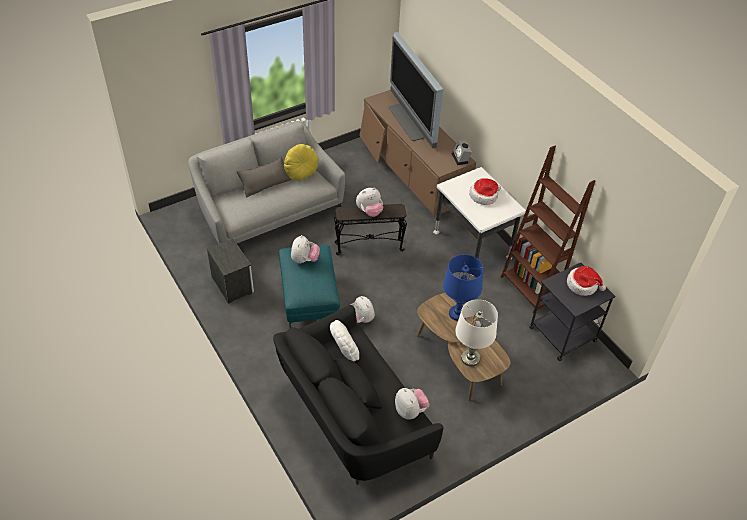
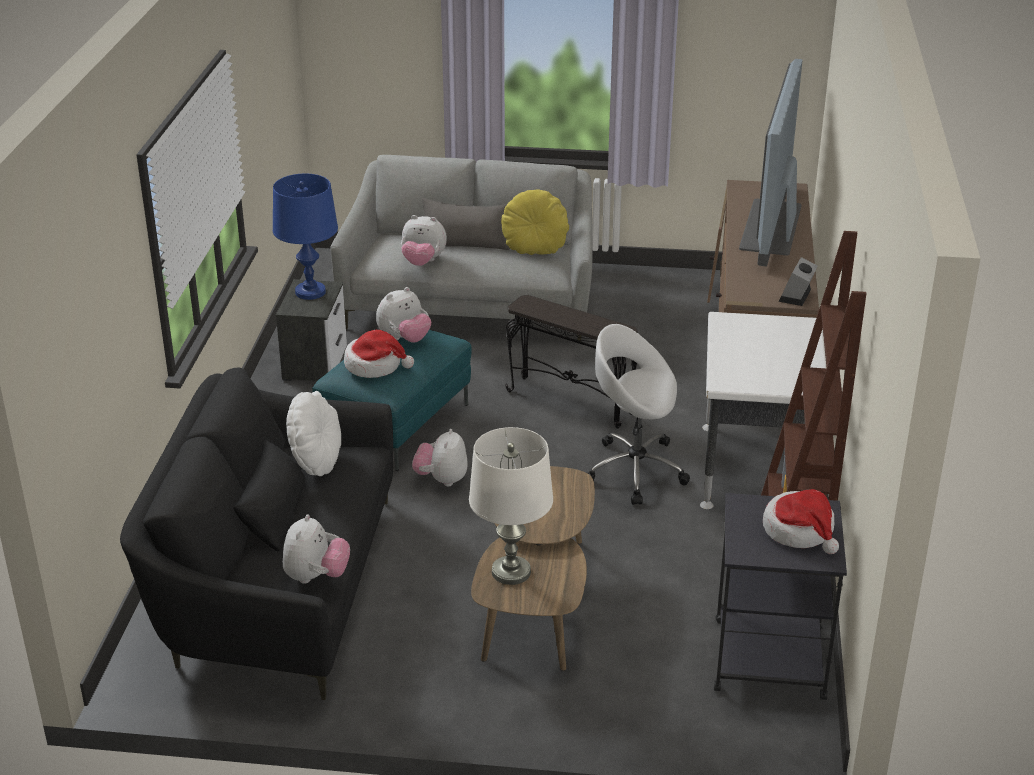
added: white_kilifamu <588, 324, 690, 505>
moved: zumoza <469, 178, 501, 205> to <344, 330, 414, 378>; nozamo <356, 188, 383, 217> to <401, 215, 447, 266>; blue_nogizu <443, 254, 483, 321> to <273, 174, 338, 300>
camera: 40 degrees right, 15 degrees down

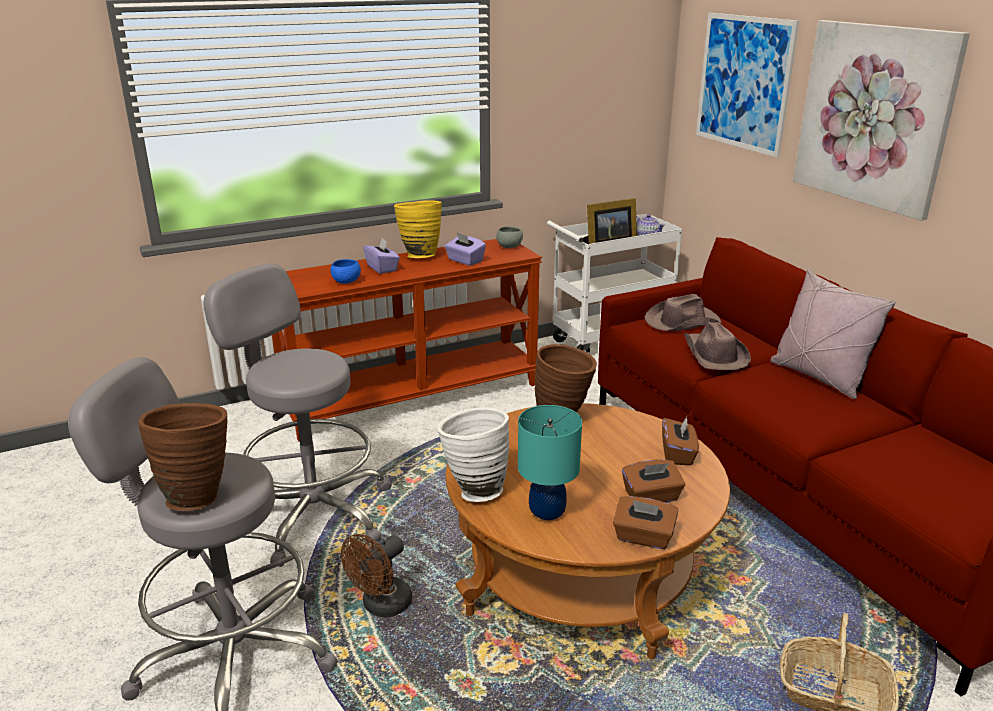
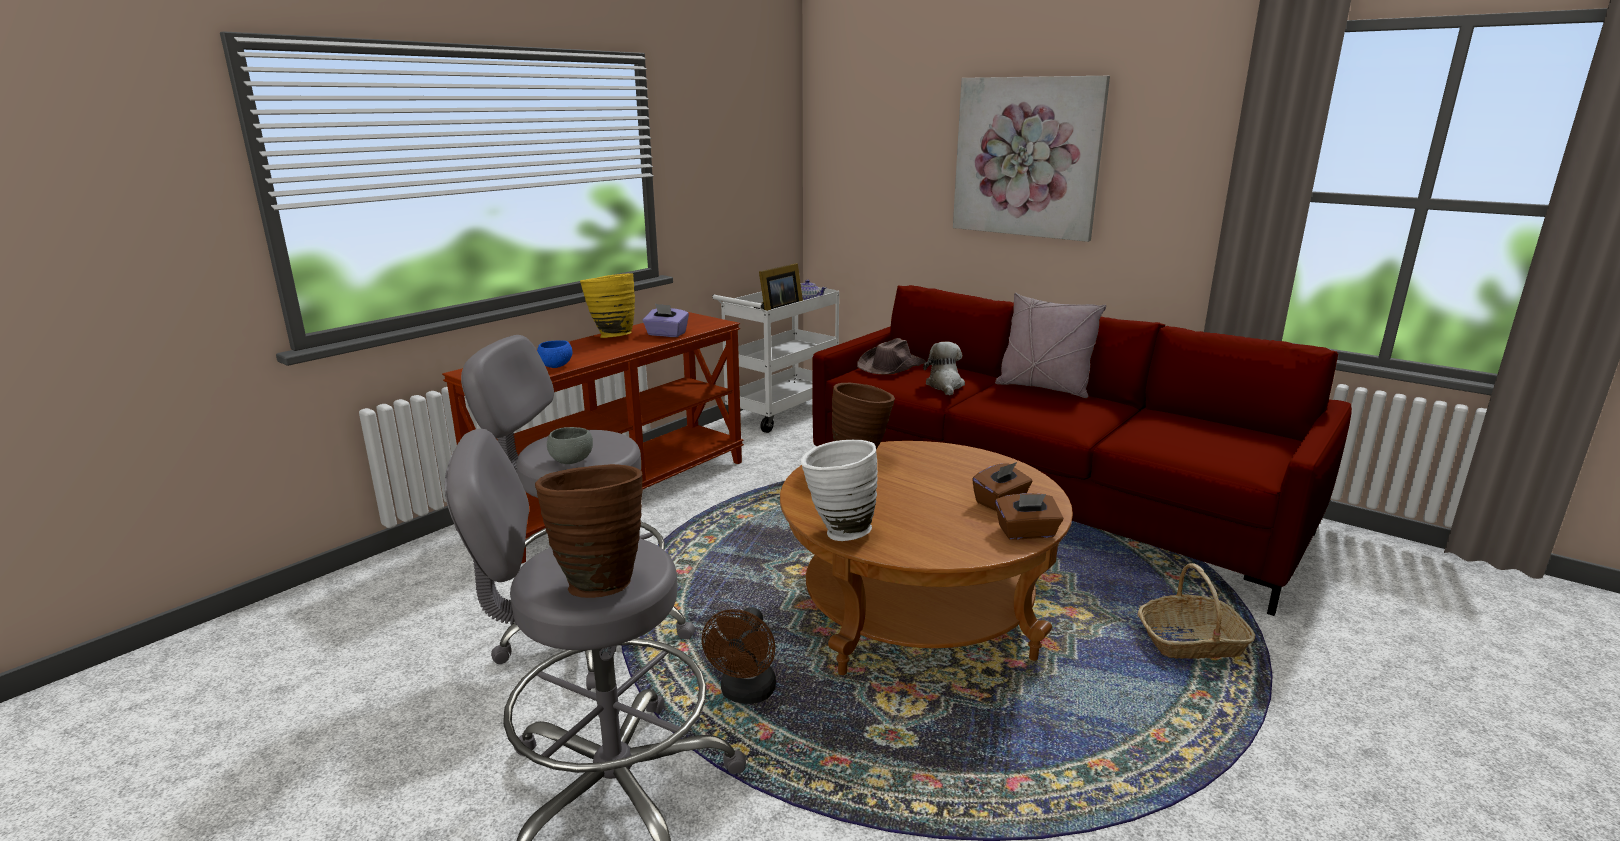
removed: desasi <696, 13, 799, 158>; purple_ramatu <363, 238, 400, 274>; turquoise_nogizu <518, 405, 582, 520>; brown_ramatu <662, 416, 699, 465>
moved: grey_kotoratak <496, 226, 523, 248> to <547, 427, 593, 464>
replaced: brown_zumoza <684, 322, 751, 370> to nozamo <923, 342, 965, 396>
camera: 25 degrees left, 5 degrees down

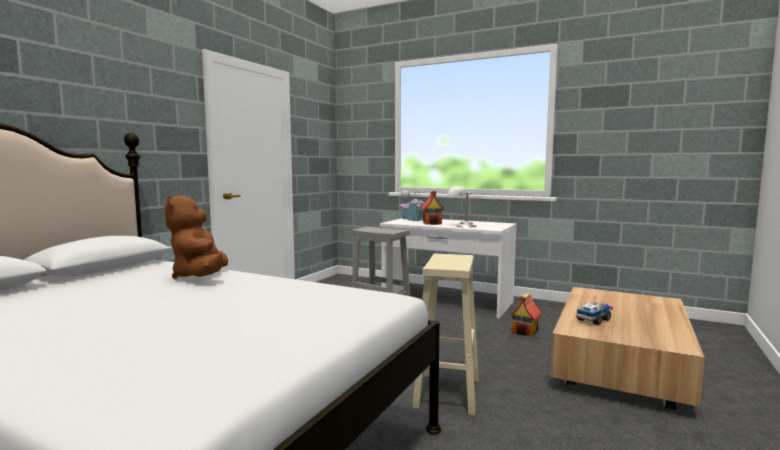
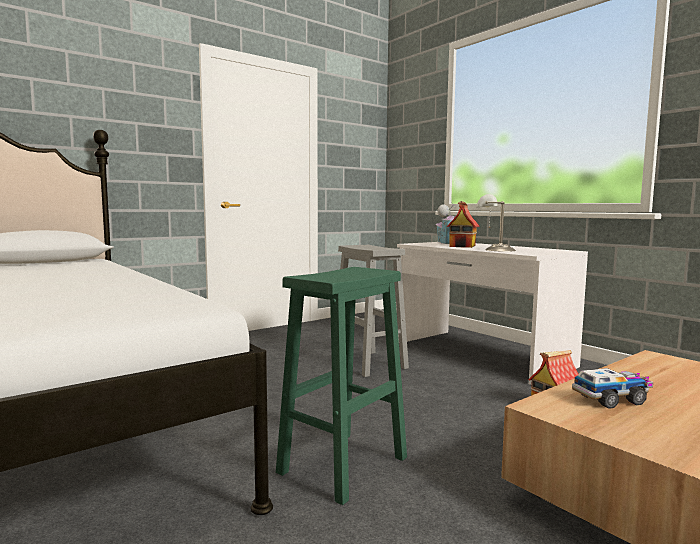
removed: brown_nozamo <164, 195, 228, 279>
recoloured: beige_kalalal <412, 254, 479, 416> to green_kalalal <276, 267, 407, 505>
camera: 25 degrees right, 0 degrees up

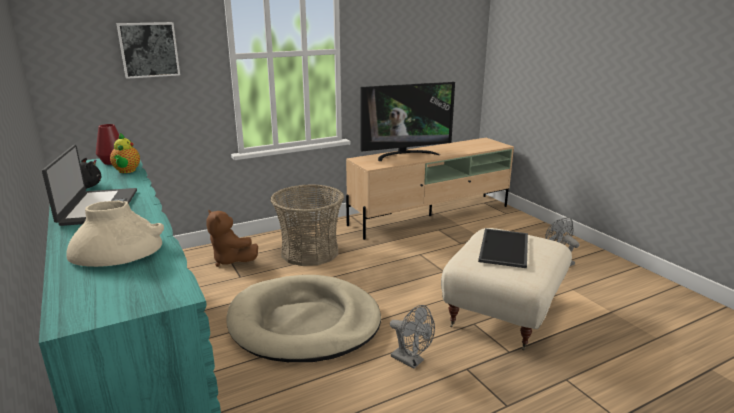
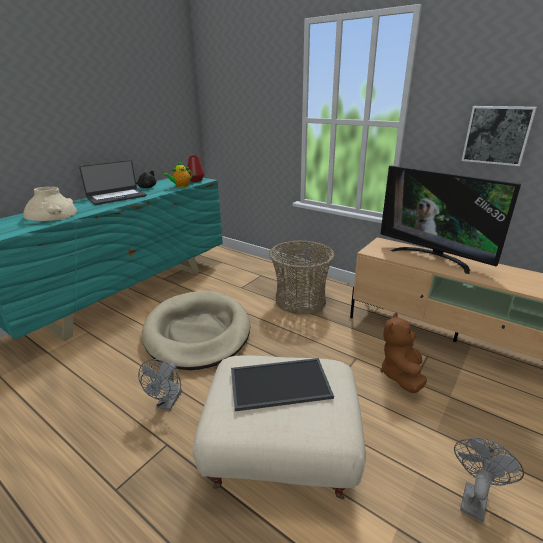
moved: desasi <116, 22, 180, 79> to <461, 106, 537, 166>; brown_nozamo <206, 210, 258, 267> to <380, 312, 427, 393>
camera: 65 degrees right, 5 degrees up

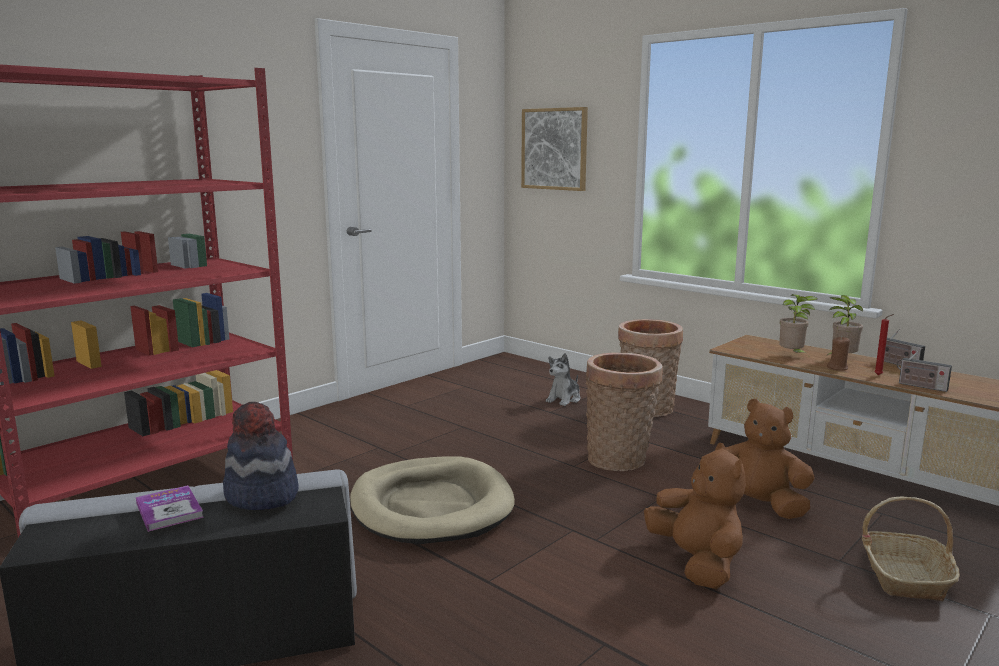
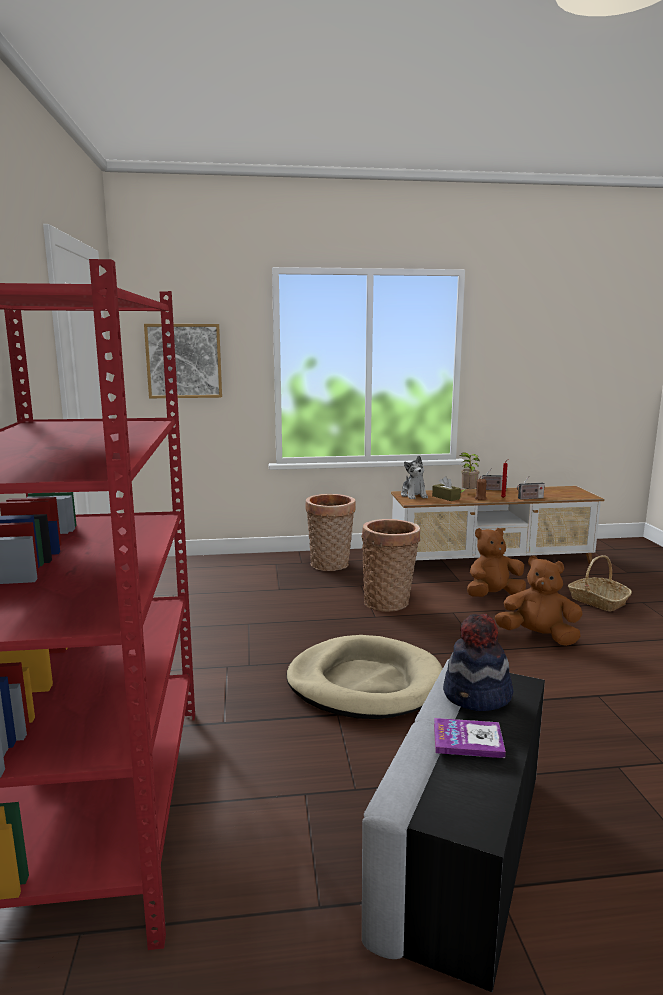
moved: nozamo <546, 353, 581, 406> to <401, 456, 428, 499>
replaced: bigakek <779, 294, 818, 355> to brown_ramatu <432, 476, 461, 501>
camera: 50 degrees left, 0 degrees up

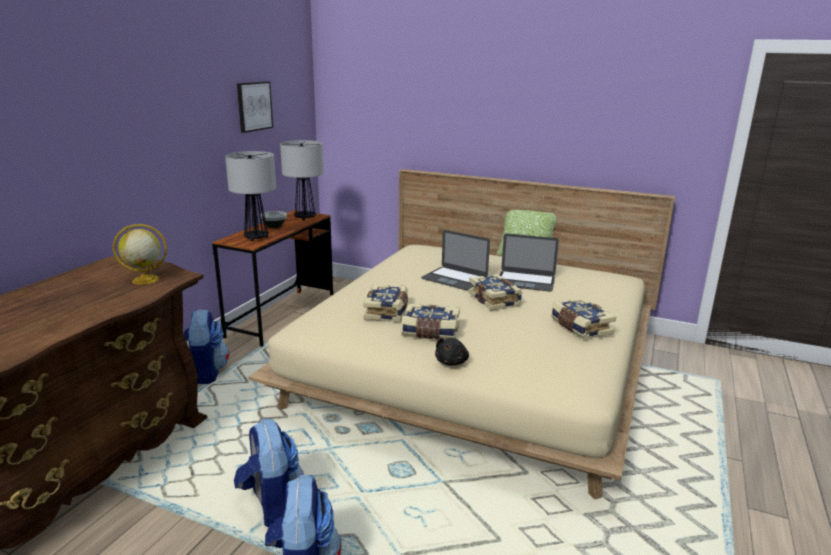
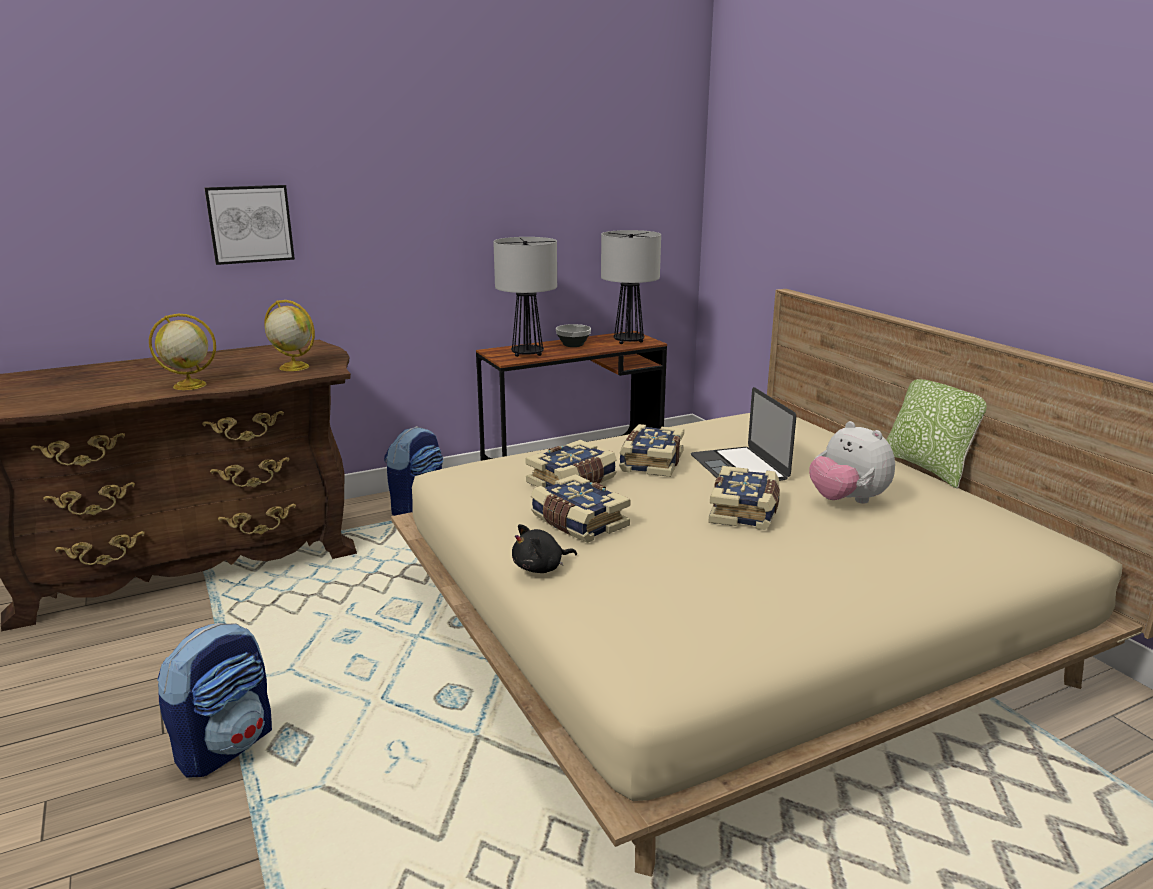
removed: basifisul <234, 419, 304, 527>
added: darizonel <149, 314, 216, 390>
moved: desasi <237, 81, 273, 133> to <205, 185, 295, 265>; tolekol <551, 297, 616, 340> to <619, 424, 684, 477>
replaced: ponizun <500, 234, 559, 292> to nozamo <809, 421, 895, 504>
camera: 40 degrees right, 0 degrees up

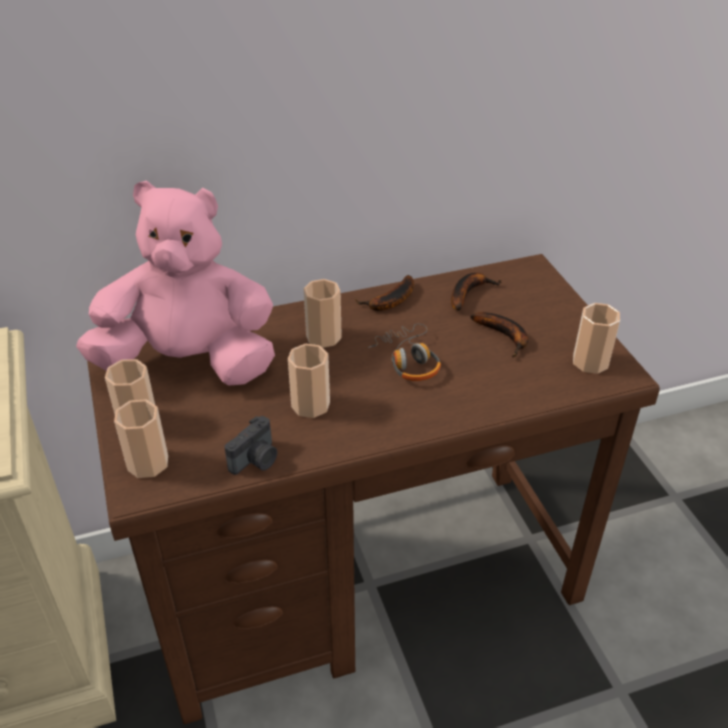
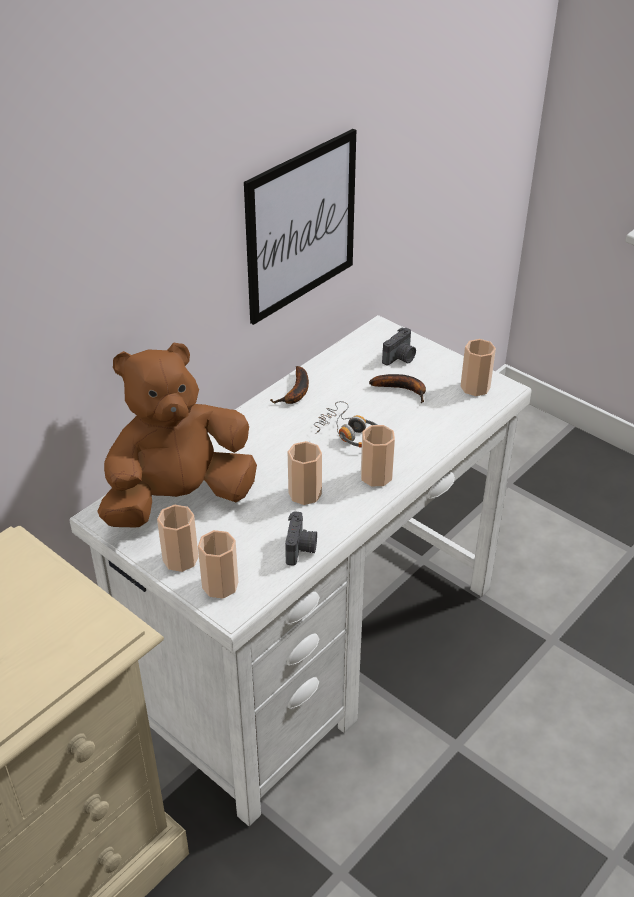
removed: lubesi <451, 272, 502, 311>
added: desasi <244, 129, 356, 325>; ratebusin <382, 328, 416, 365>
moved: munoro <304, 279, 342, 348> to <361, 425, 395, 486>
recoloured: pink_nozamo <76, 181, 275, 386> to brown_nozamo <97, 343, 257, 527>; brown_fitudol <87, 254, 660, 724> to white_fitudol <69, 315, 531, 826>
camera: 30 degrees left, 0 degrees up

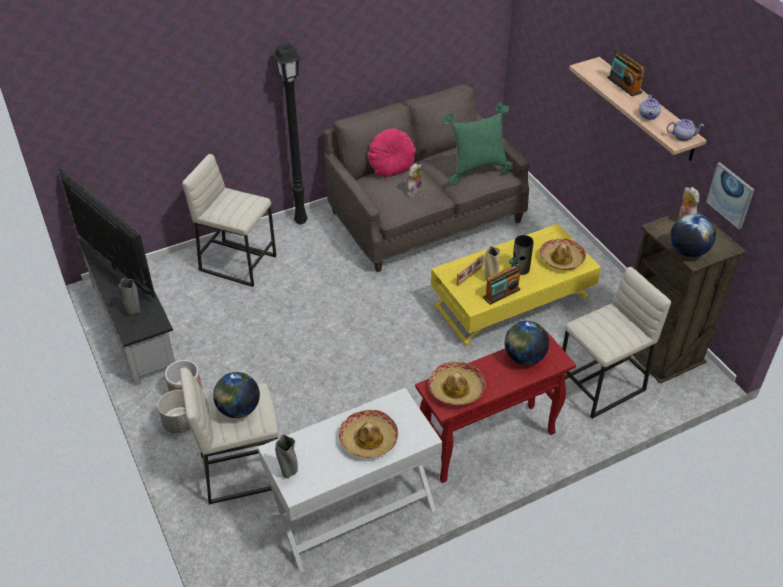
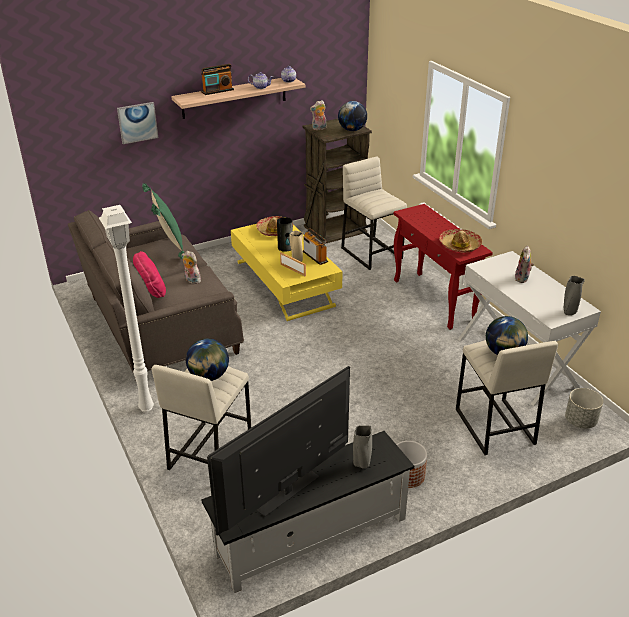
moved: desasi <706, 162, 755, 229> to <117, 102, 158, 144>; darizonel <505, 321, 549, 365> to <186, 338, 229, 381>; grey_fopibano <158, 390, 191, 434> to <565, 388, 603, 428>
replaced: zumoza <339, 410, 398, 458> to nozamo <514, 246, 534, 283>
recoloured: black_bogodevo <272, 43, 307, 224> to white_bogodevo <99, 205, 154, 412>
camera: 90 degrees left, 10 degrees down

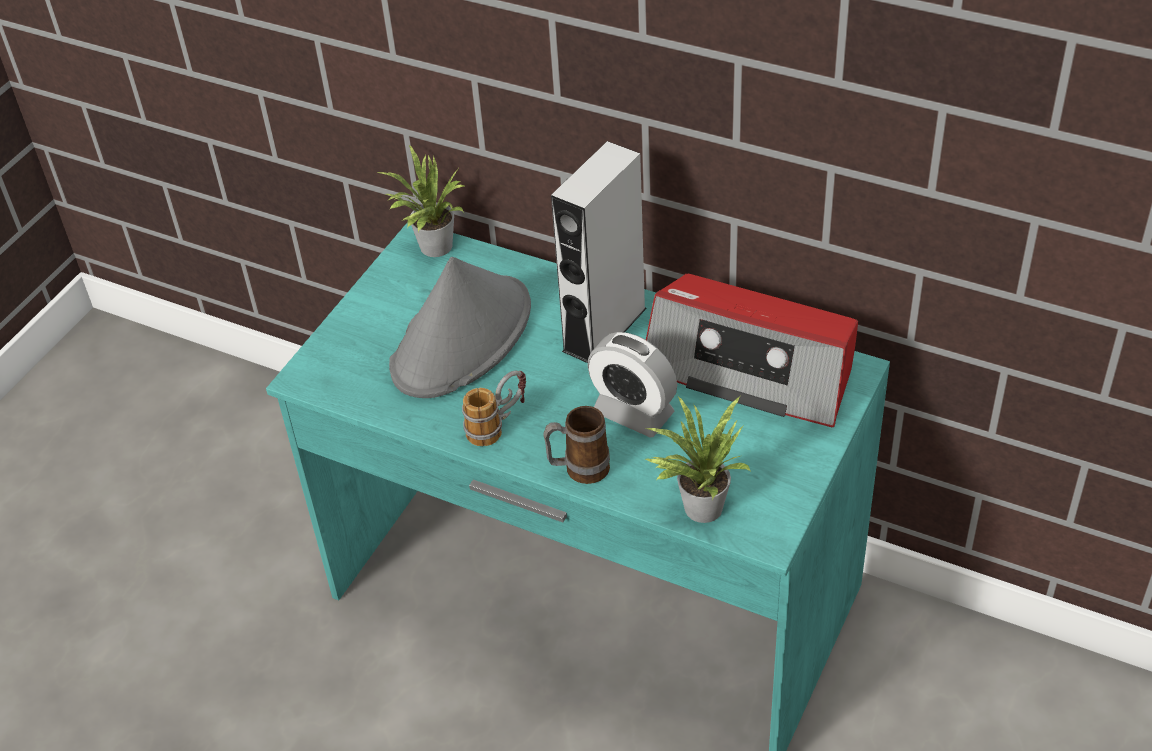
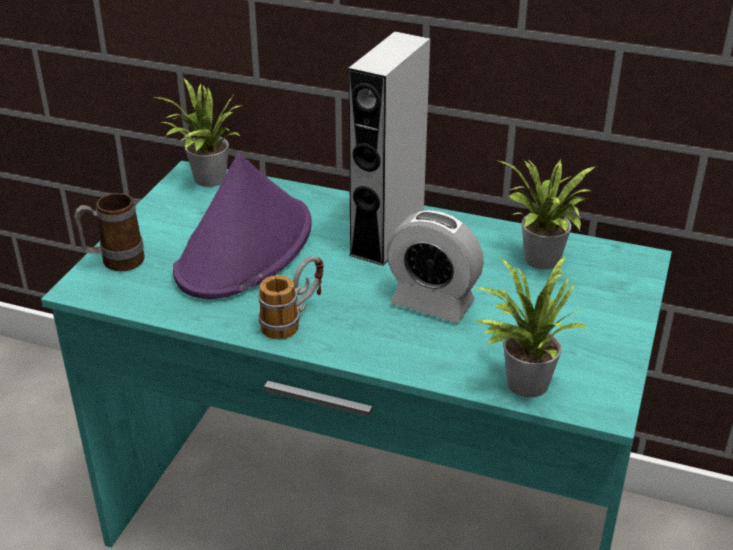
moved: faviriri <543, 406, 610, 484> to <74, 193, 145, 271>
replaced: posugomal <646, 274, 858, 427> to bigakek <496, 159, 598, 270>
recoloured: grey_zumoza <389, 257, 531, 398> to purple_zumoza <173, 153, 312, 299>
camera: 10 degrees left, 10 degrees down

